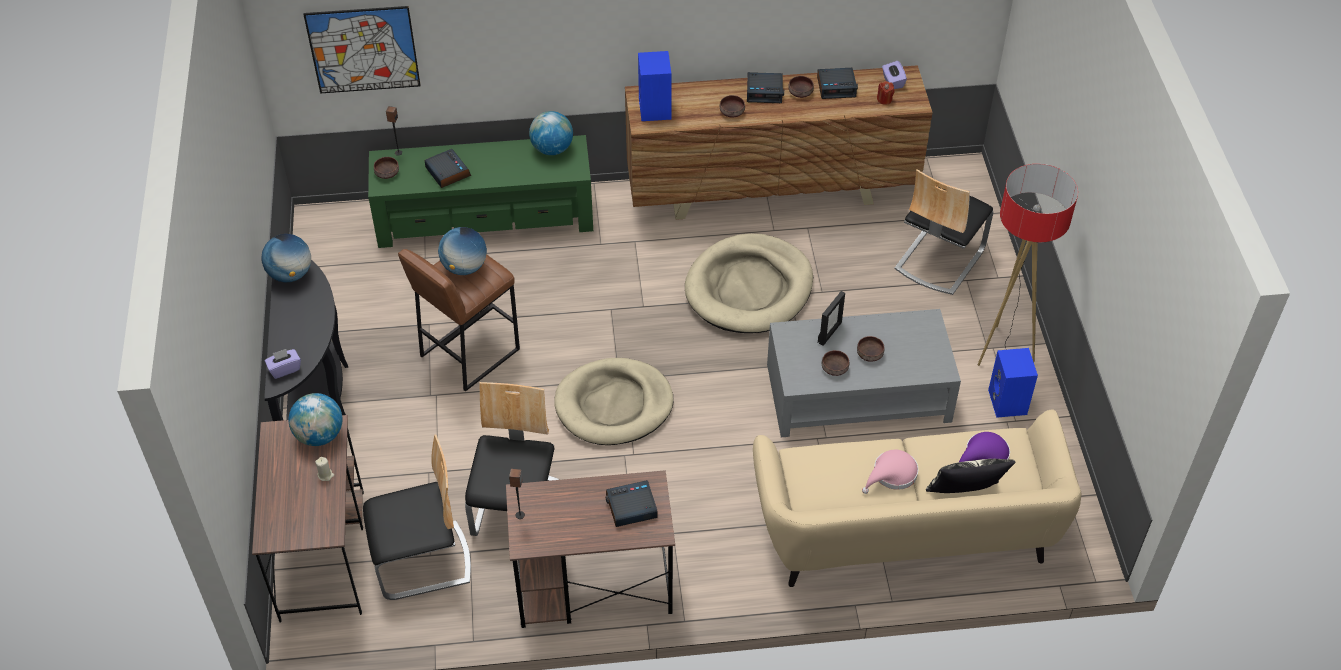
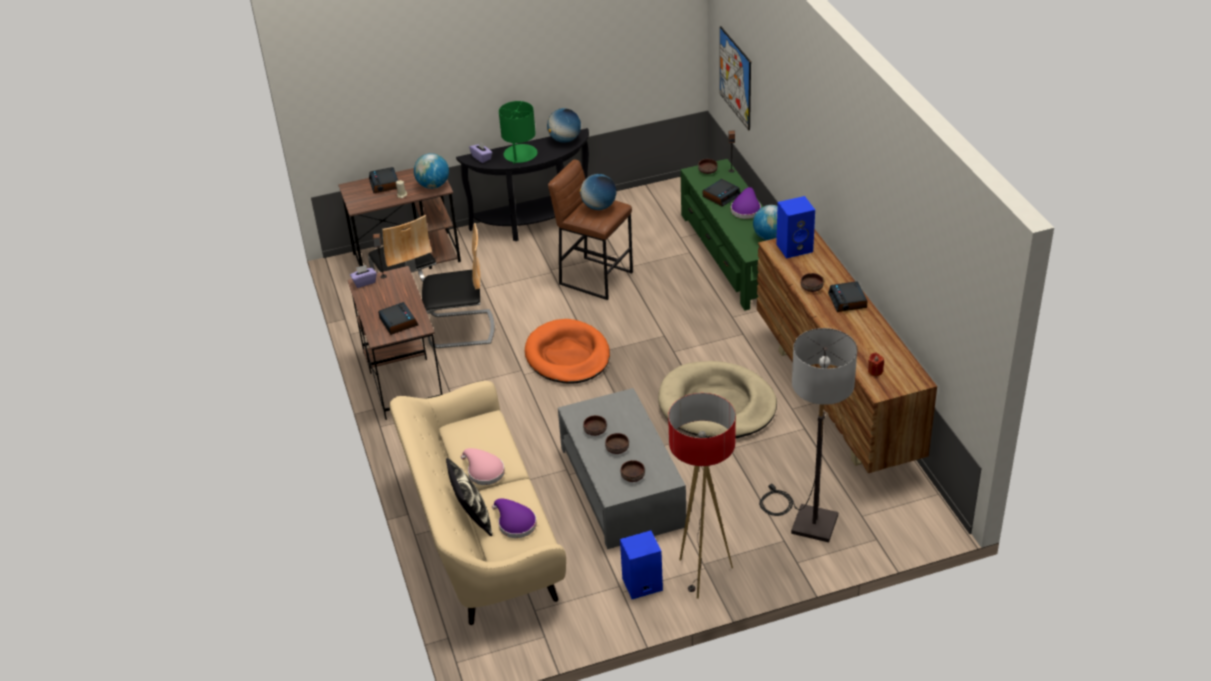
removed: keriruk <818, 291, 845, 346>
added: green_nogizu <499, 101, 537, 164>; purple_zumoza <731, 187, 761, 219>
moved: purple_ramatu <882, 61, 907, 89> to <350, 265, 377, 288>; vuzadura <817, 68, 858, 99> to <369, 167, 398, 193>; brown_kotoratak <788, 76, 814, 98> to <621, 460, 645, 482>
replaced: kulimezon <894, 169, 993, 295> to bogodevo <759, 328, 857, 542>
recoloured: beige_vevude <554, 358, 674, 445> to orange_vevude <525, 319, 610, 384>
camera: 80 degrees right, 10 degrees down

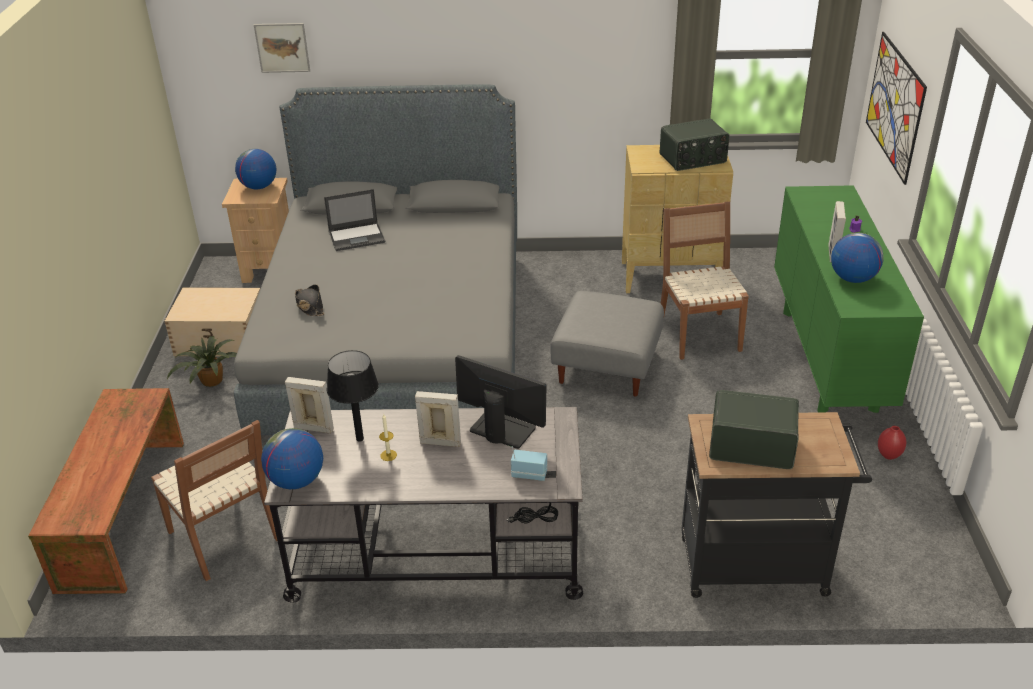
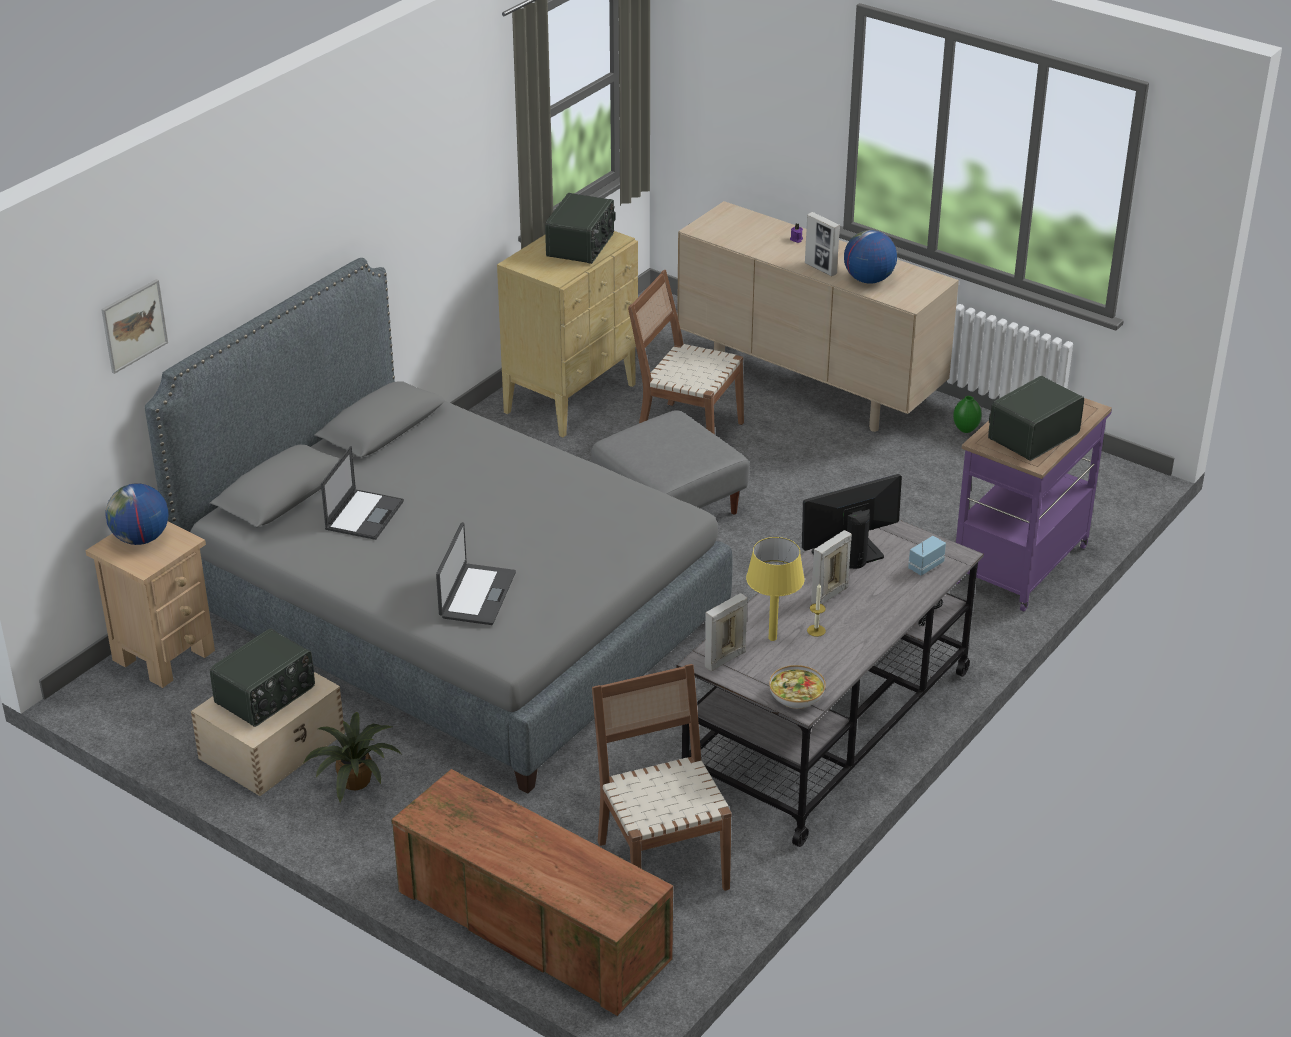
removed: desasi <866, 32, 927, 185>
added: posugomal <210, 628, 315, 727>
replaced: black_zumoza <295, 284, 324, 316> to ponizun <436, 522, 516, 625>; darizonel <261, 428, 323, 489> to kotoratak <769, 665, 826, 709>
recoloured: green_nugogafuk <774, 185, 924, 413> to beige_nugogafuk <677, 201, 959, 432>; black_nogizu <326, 350, 379, 442> to yellow_nogizu <746, 537, 804, 641>; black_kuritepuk <681, 412, 872, 598> to purple_kuritepuk <956, 398, 1112, 611>; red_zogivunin <878, 426, 906, 460> to green_zogivunin <953, 396, 982, 433>
turned: kulimezon <151, 420, 278, 581> = <592, 664, 732, 891> 105 degrees counterclockwise
camera: 55 degrees left, 0 degrees up

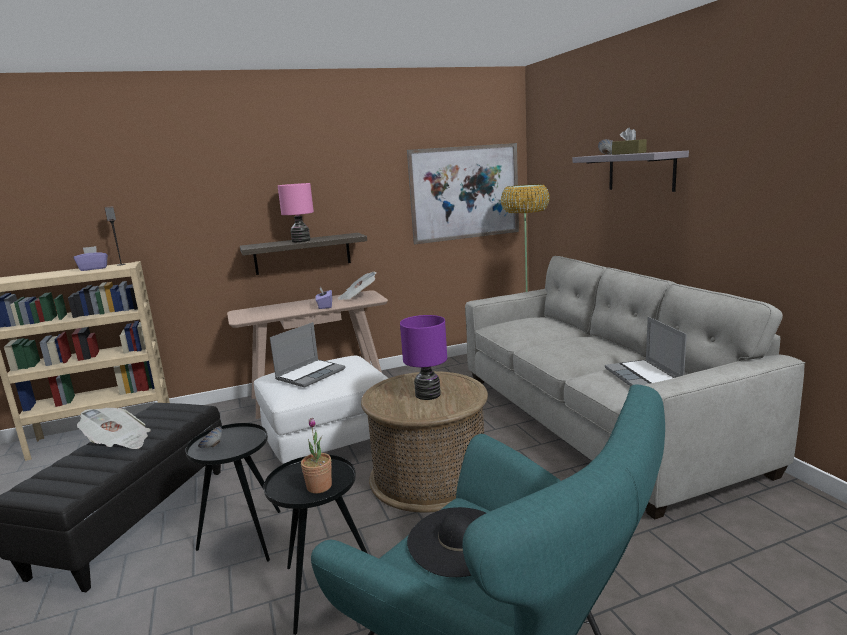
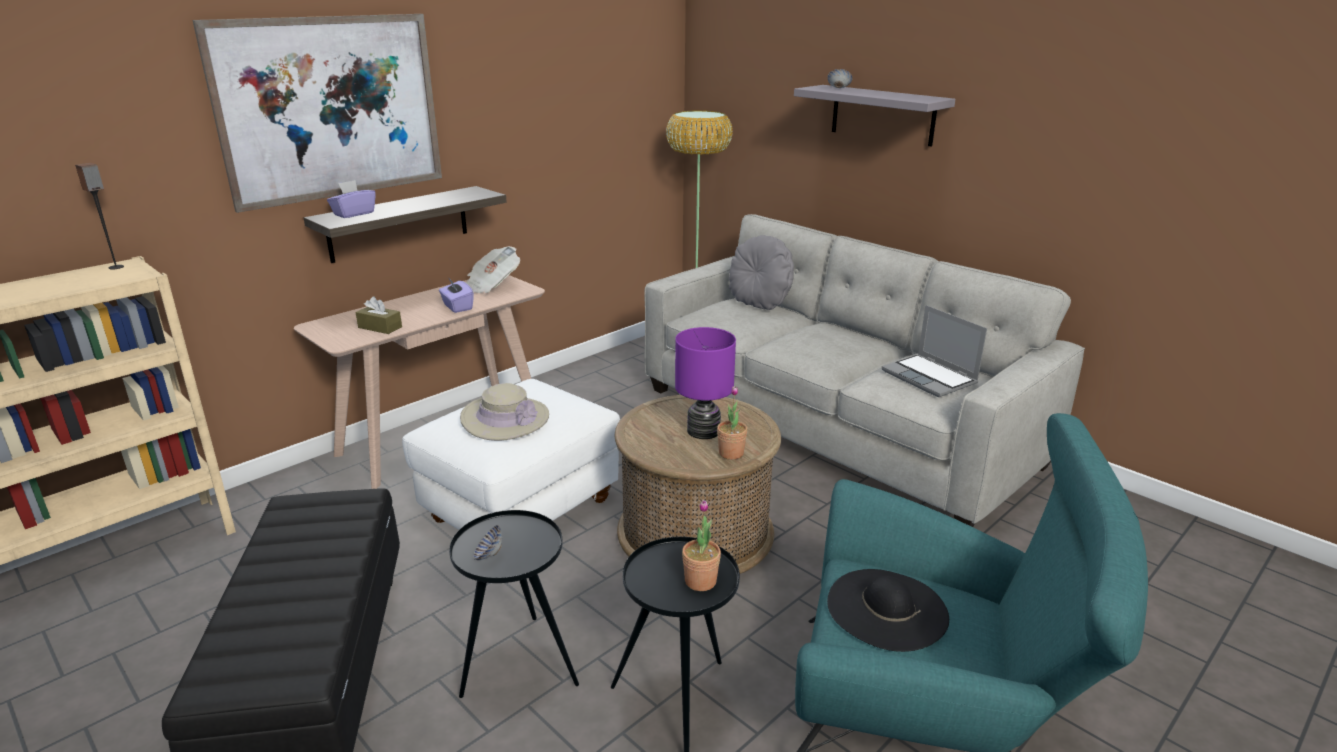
removed: pink_nogizu <277, 183, 314, 242>; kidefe <77, 408, 151, 449>
added: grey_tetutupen <729, 235, 794, 310>; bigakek <717, 386, 747, 460>
moved: brown_ramatu <612, 128, 647, 155> to <356, 297, 402, 334>; desasi <407, 143, 519, 245> to <192, 14, 442, 213>; purple_ramatu <74, 246, 108, 271> to <327, 180, 376, 218>
replaced: ponizun <270, 322, 345, 388> to beige_zumoza <460, 383, 549, 441>
camera: 25 degrees left, 10 degrees up

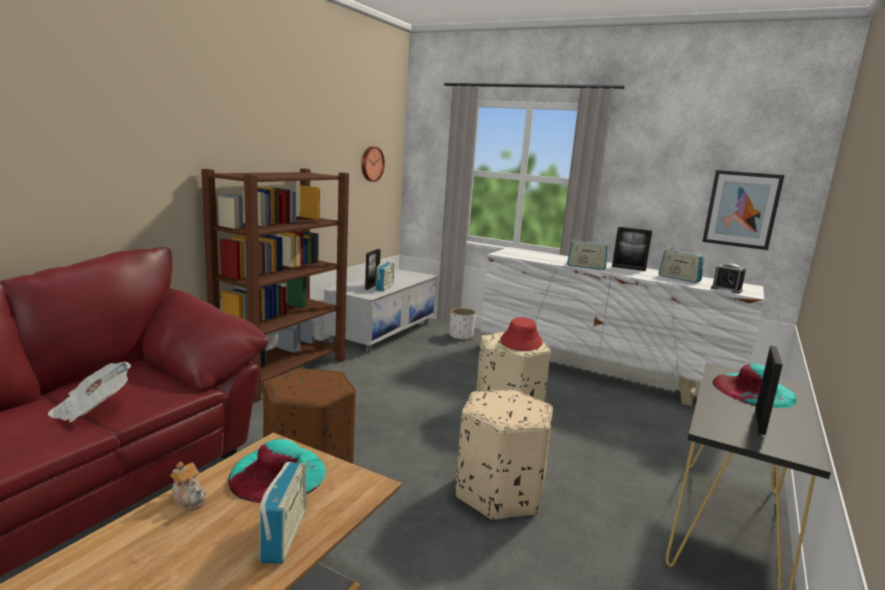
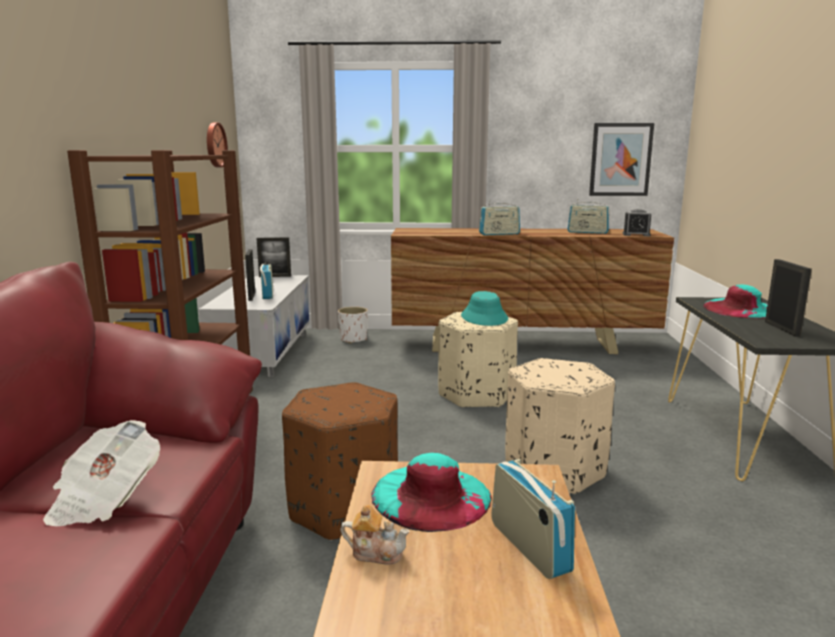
moved: keriruk <612, 227, 652, 271> to <257, 237, 291, 277>
recoloured: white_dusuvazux <481, 247, 764, 406> to brown_dusuvazux <391, 228, 674, 354>; red_zumoza <500, 317, 543, 351> to turquoise_zumoza <461, 291, 508, 326>
camera: 25 degrees left, 0 degrees up

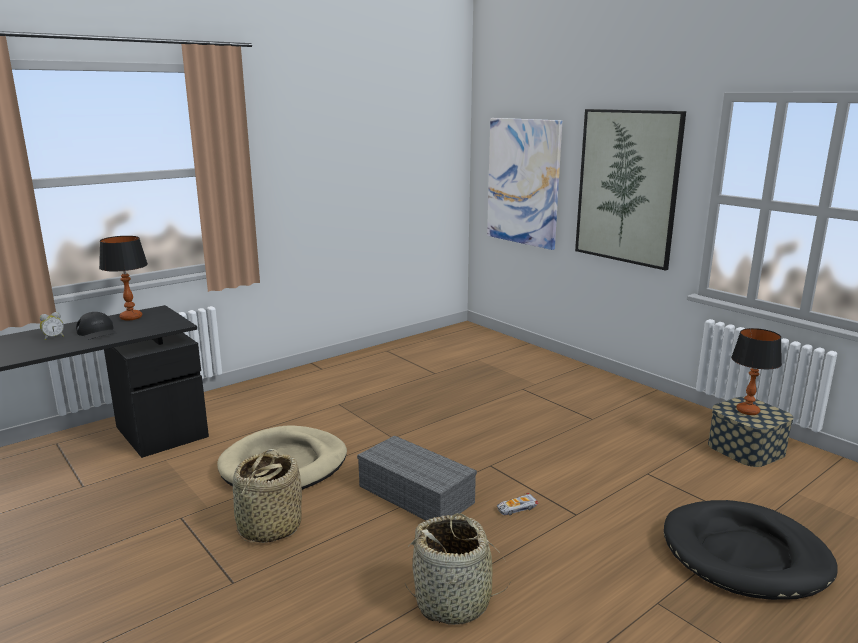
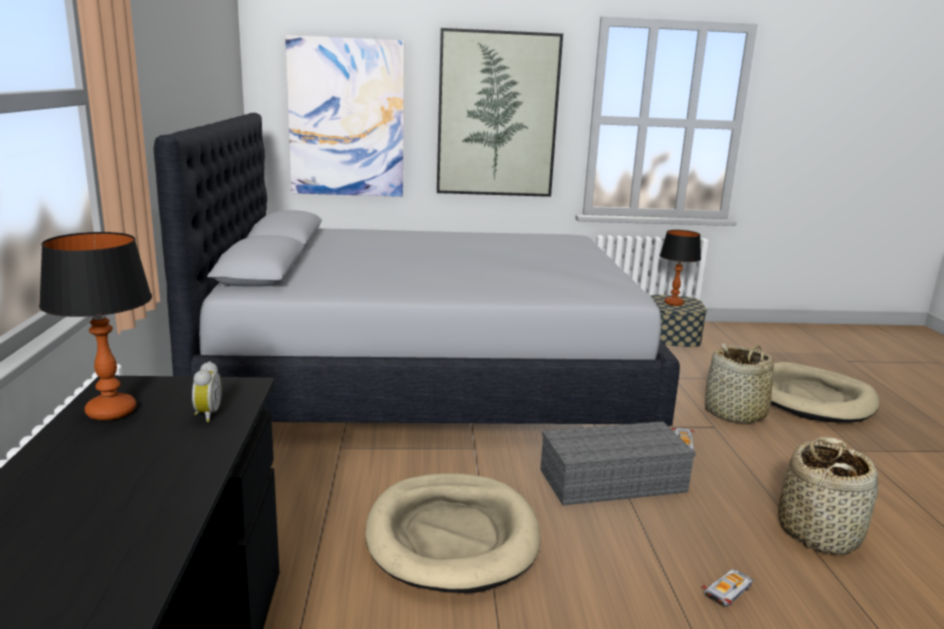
removed: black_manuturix <76, 312, 117, 339>
added: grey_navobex <153, 113, 680, 427>; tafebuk <702, 569, 753, 607>
moved: vuzadura <40, 312, 64, 340> to <192, 361, 222, 422>; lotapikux <233, 449, 302, 543> to <705, 343, 778, 424>
recoloured: black_vevude <664, 500, 838, 600> to beige_vevude <771, 362, 880, 423>
camera: 55 degrees left, 0 degrees up

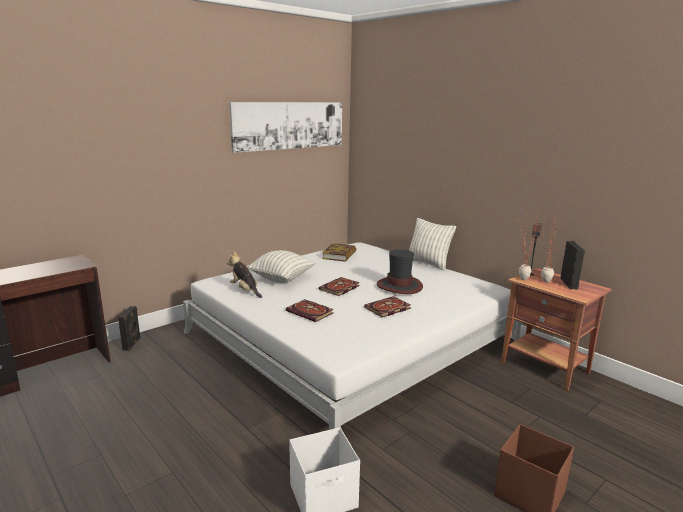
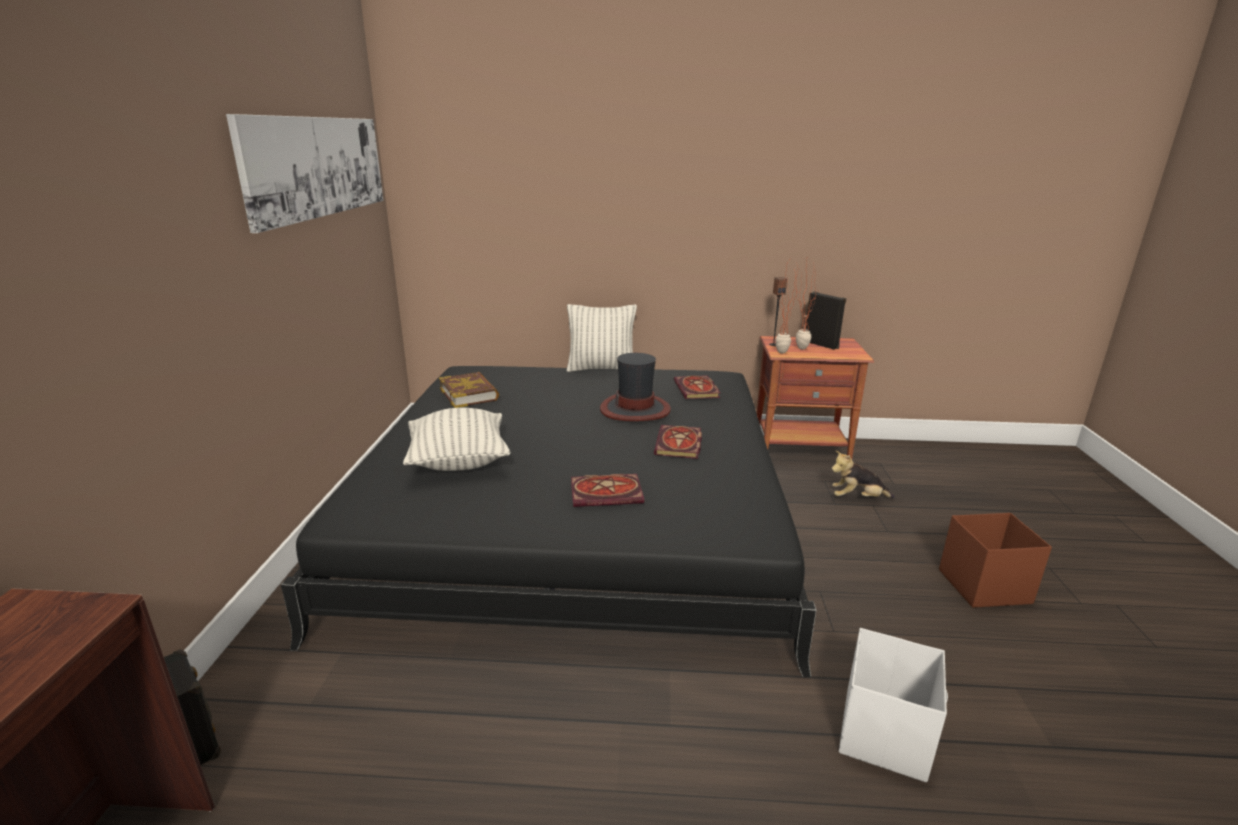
moved: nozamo <227, 252, 262, 298> to <831, 450, 895, 499>; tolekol <319, 277, 360, 296> to <674, 375, 720, 399>
recoloured: white_navobex <183, 242, 521, 430> to black_navobex <281, 366, 816, 678>
camera: 45 degrees left, 5 degrees up

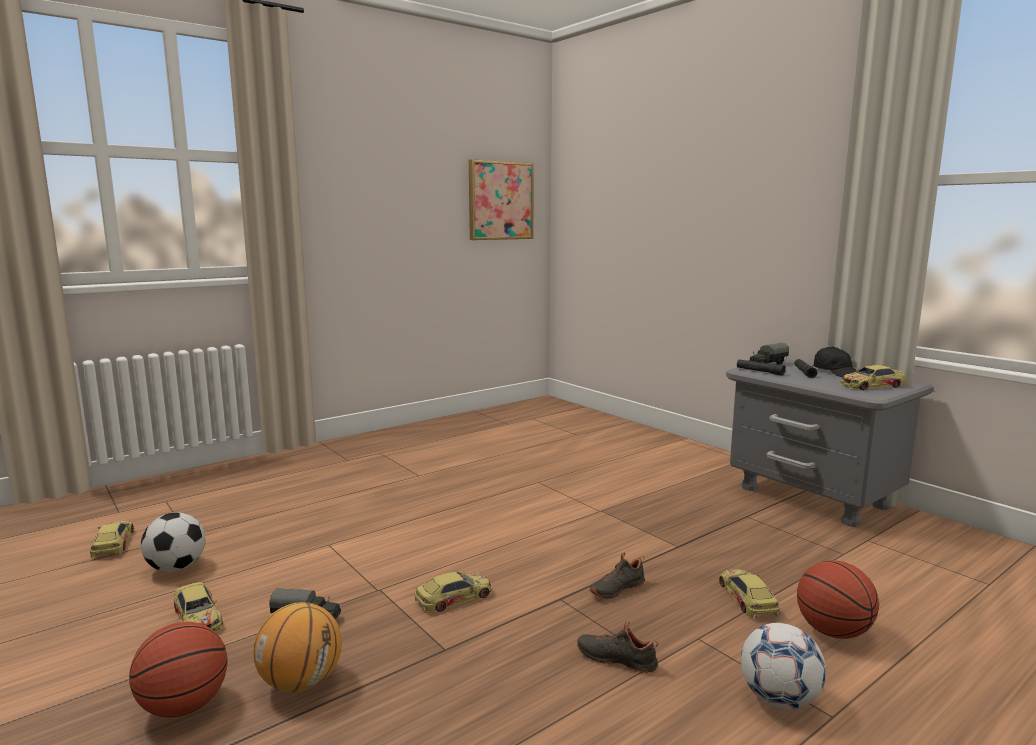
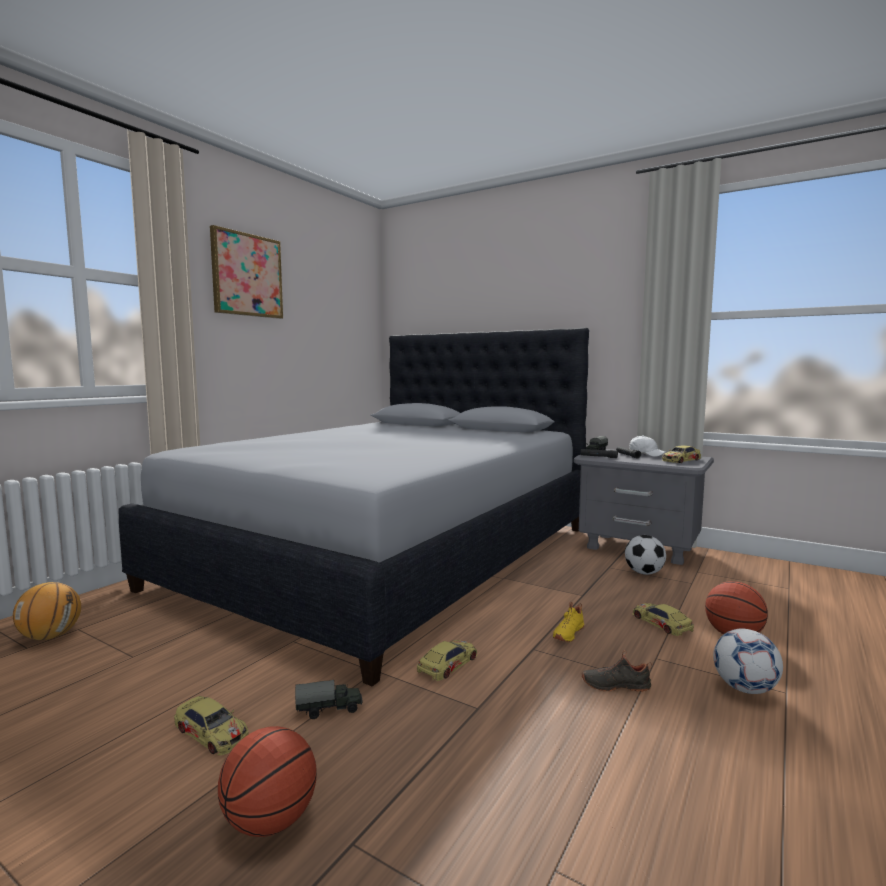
removed: tafebuk <90, 521, 134, 558>
added: grey_navobex <119, 328, 589, 686>
moved: desasi <469, 159, 534, 240> to <210, 225, 283, 319>; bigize <141, 512, 205, 572> to <625, 535, 666, 575>; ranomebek <254, 602, 342, 693> to <13, 582, 81, 640>
recoloured: black_manuturix <813, 347, 856, 377> to white_manuturix <629, 436, 667, 457>; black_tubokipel <590, 552, 645, 599> to yellow_tubokipel <553, 602, 584, 642>
camera: 20 degrees left, 5 degrees down

